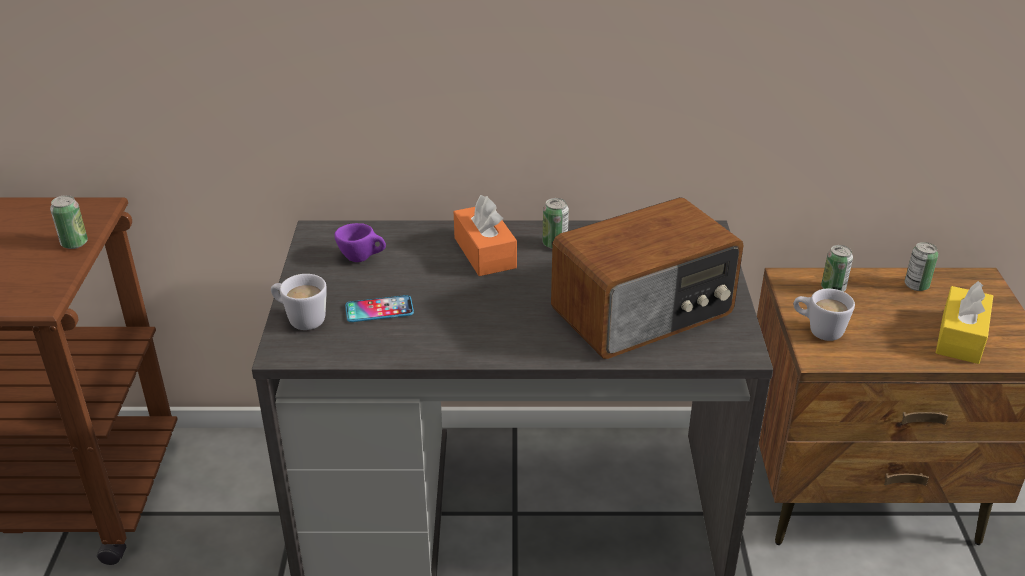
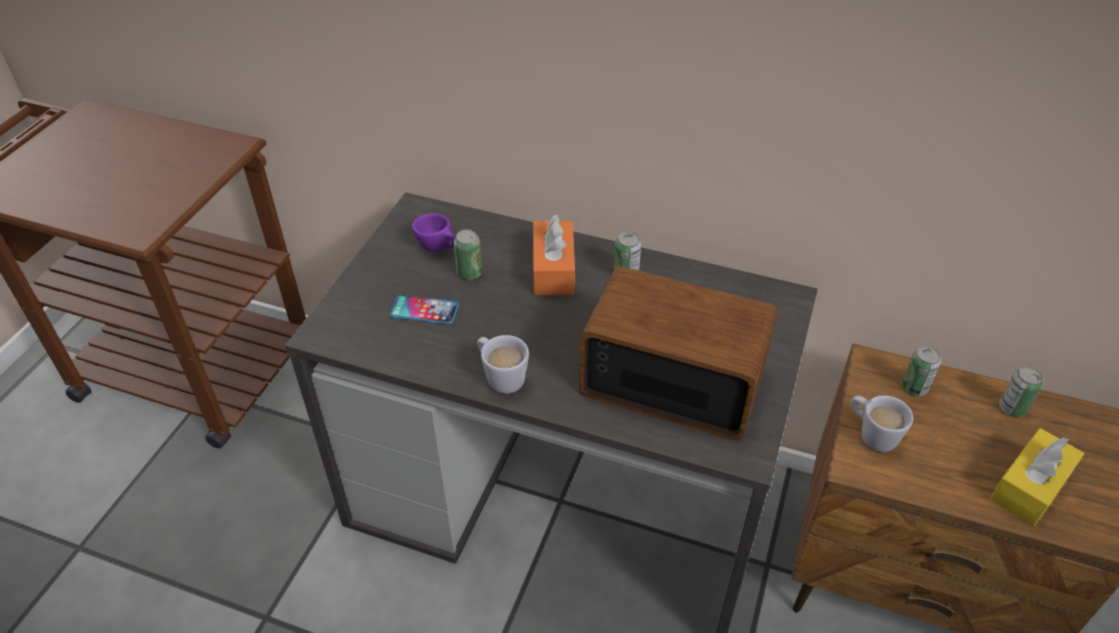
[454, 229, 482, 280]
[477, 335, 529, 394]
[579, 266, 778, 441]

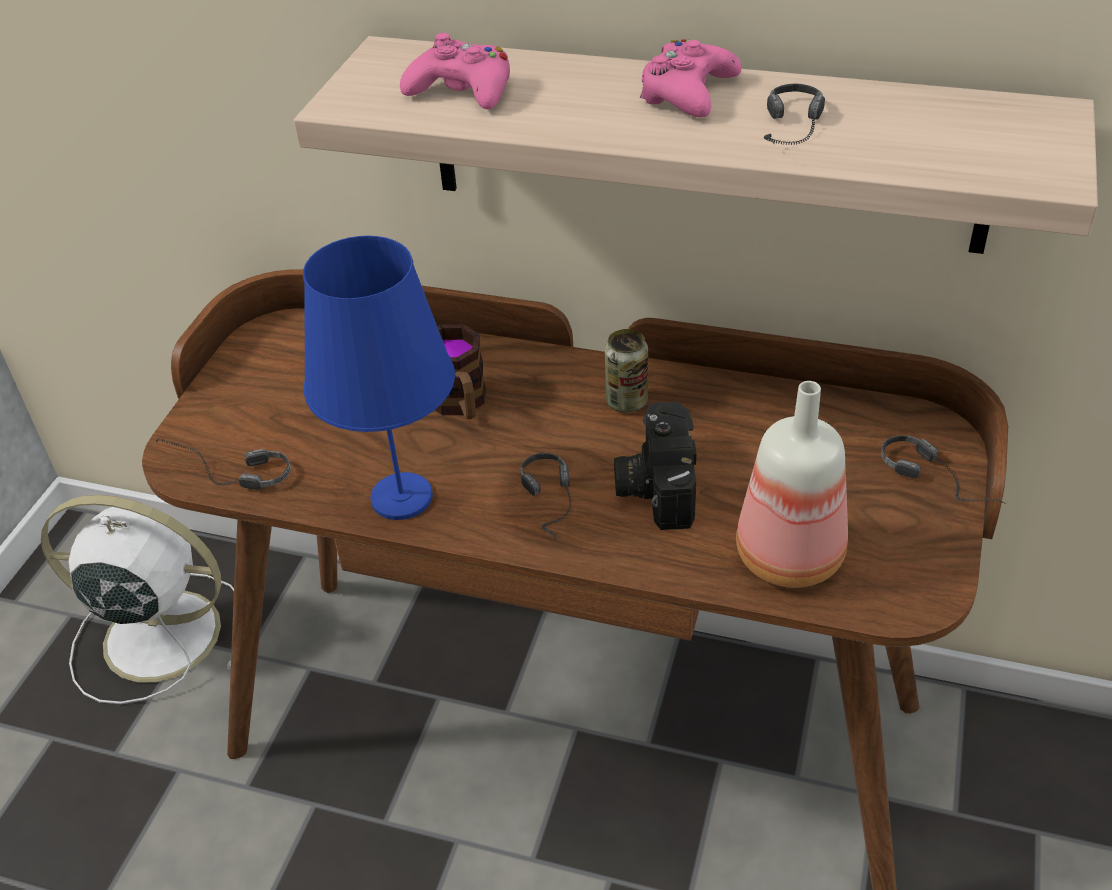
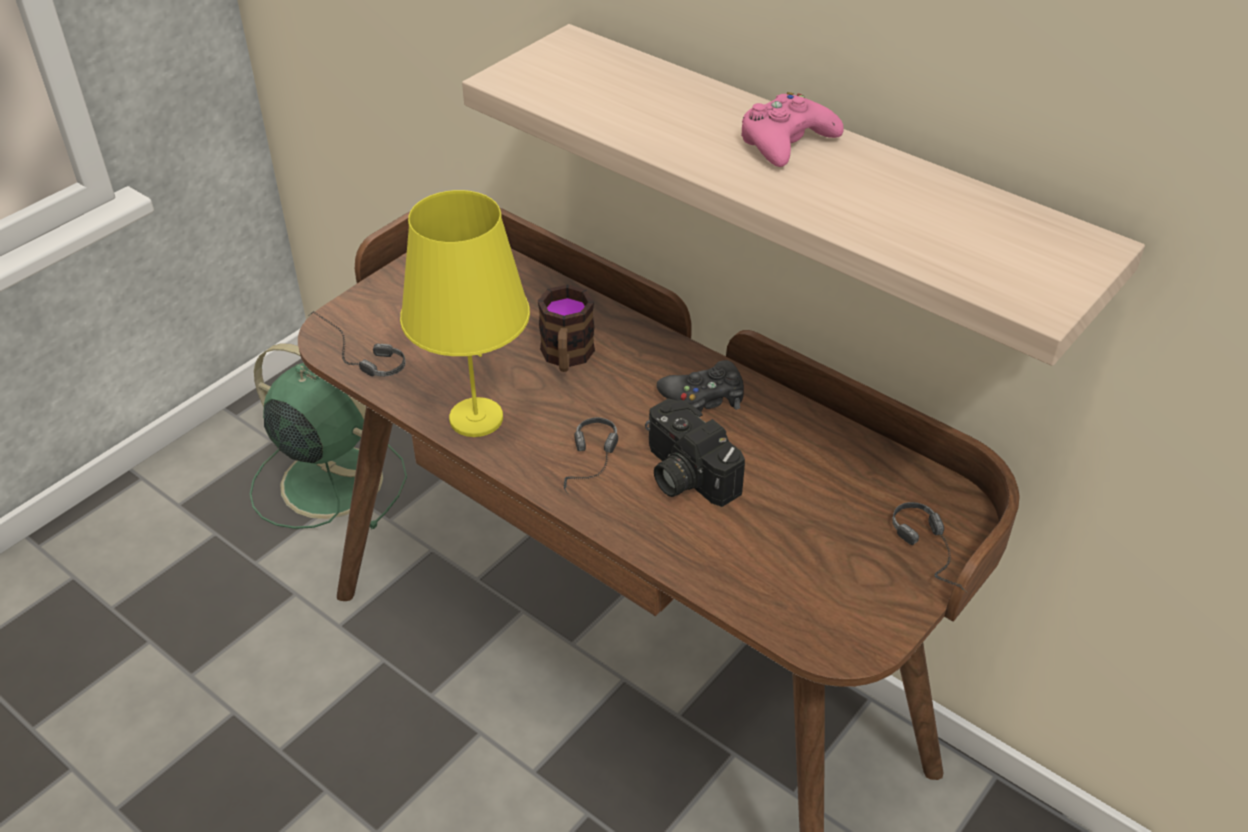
[250, 343, 407, 530]
[400, 190, 530, 437]
[645, 398, 745, 507]
[657, 360, 744, 412]
[400, 33, 510, 109] (first image)
[736, 381, 848, 588] (first image)
[764, 83, 825, 145] (first image)

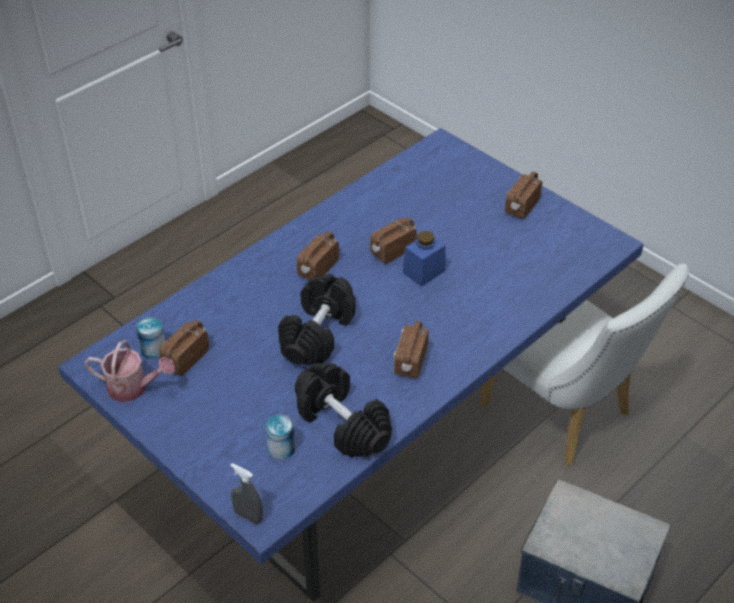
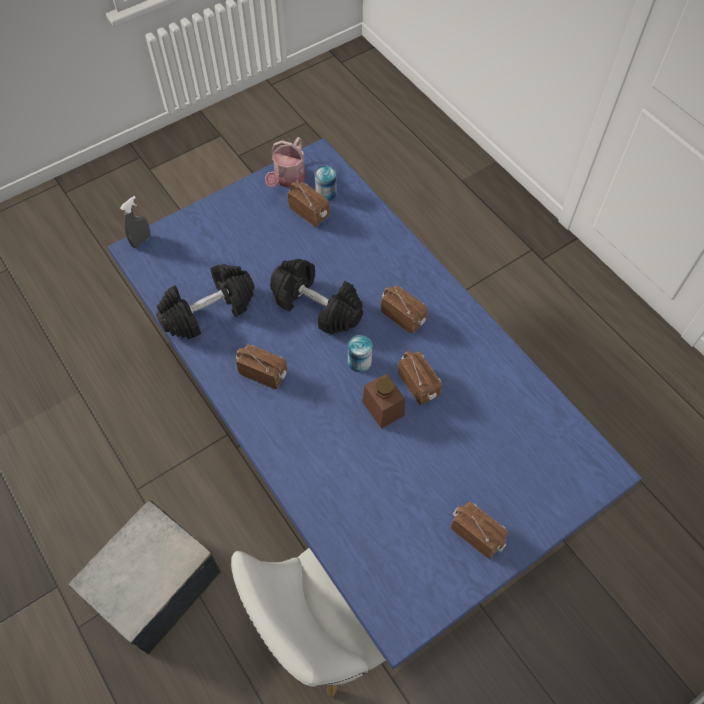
[348, 335, 372, 372]
[362, 373, 405, 429]

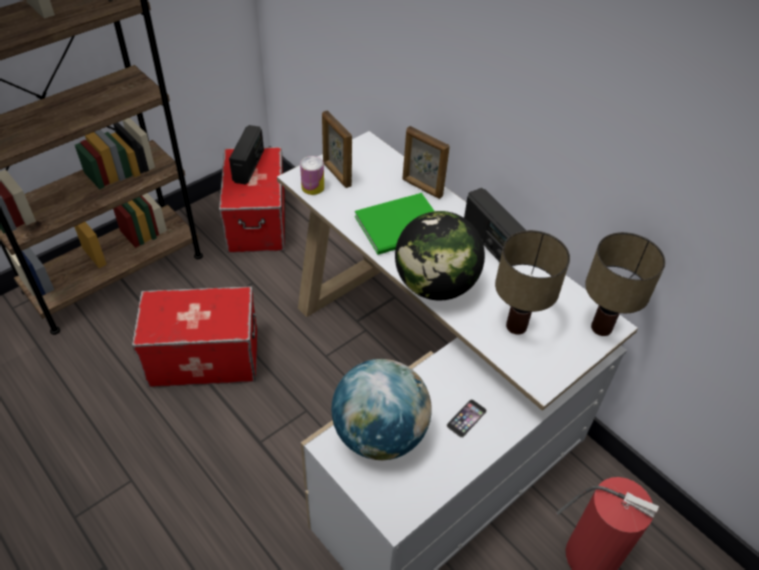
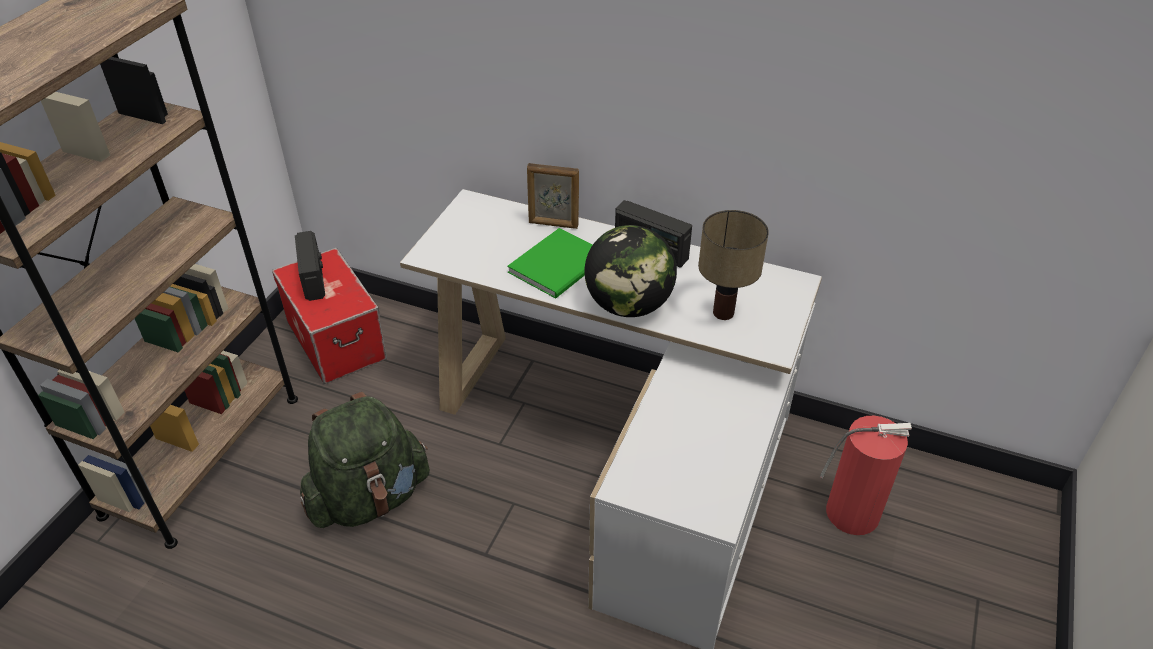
[300, 392, 430, 528]
[300, 156, 324, 195] (first image)
[322, 110, 352, 188] (first image)
[331, 359, 432, 460] (first image)
[446, 399, 487, 438] (first image)
[585, 232, 665, 336] (first image)

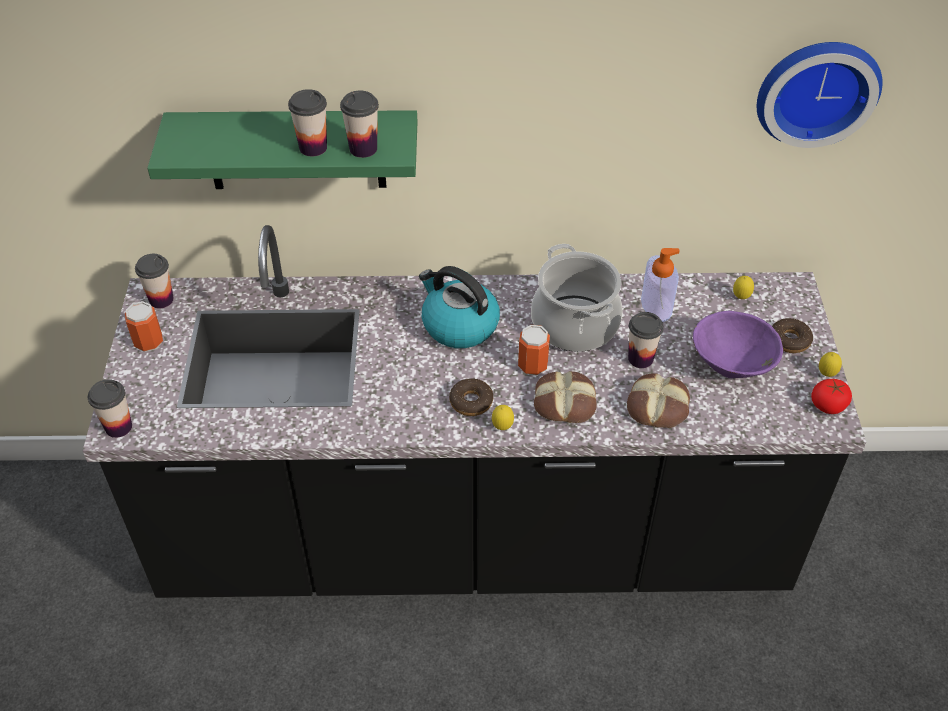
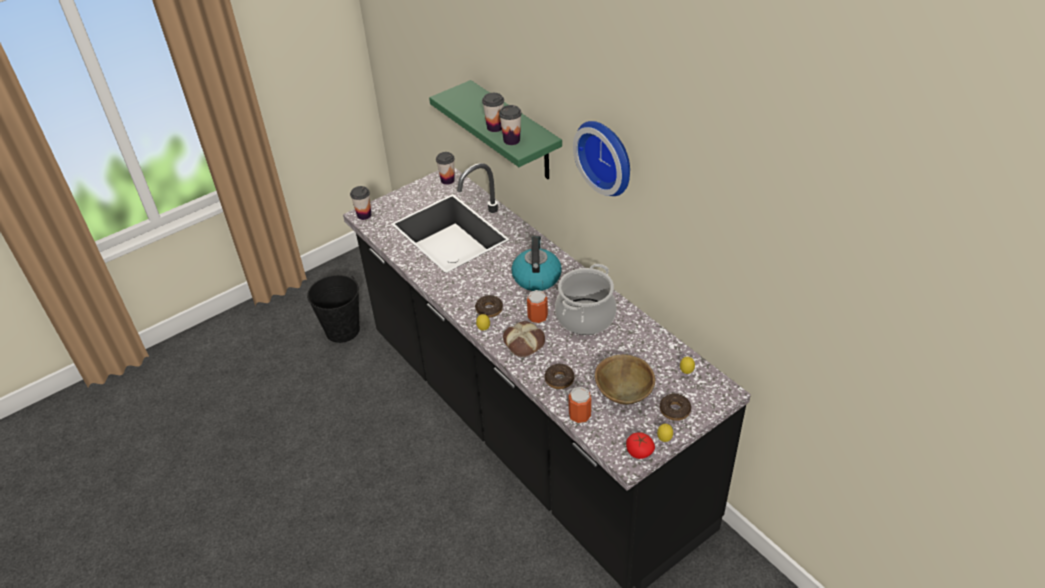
[307, 275, 360, 343]
[545, 364, 575, 389]
[569, 387, 591, 424]
[573, 121, 630, 196]
[595, 354, 655, 405]
[628, 312, 664, 368] (first image)
[641, 248, 679, 322] (first image)

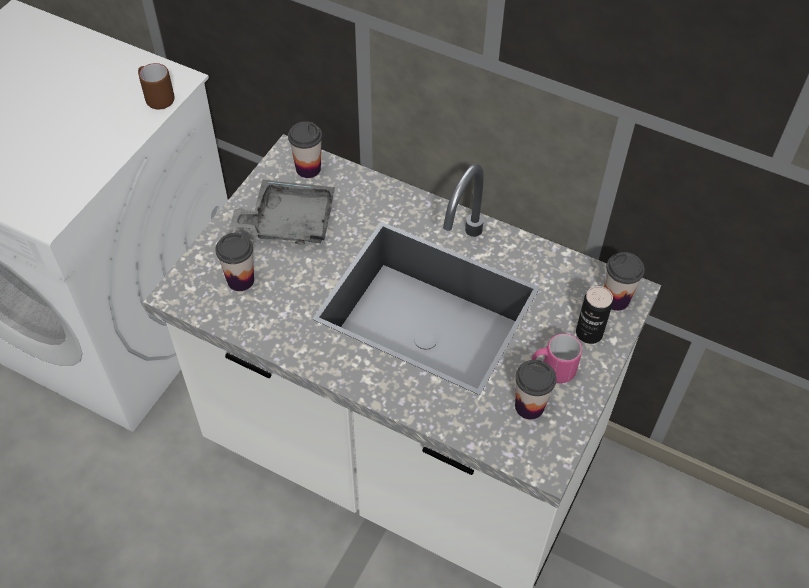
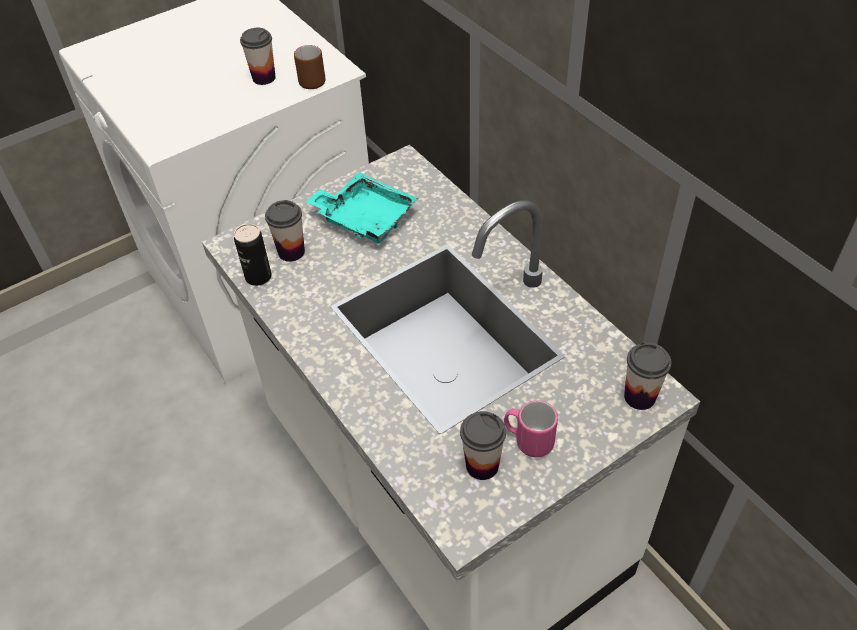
[234, 224, 272, 286]
[240, 28, 276, 85]
[306, 172, 419, 243]

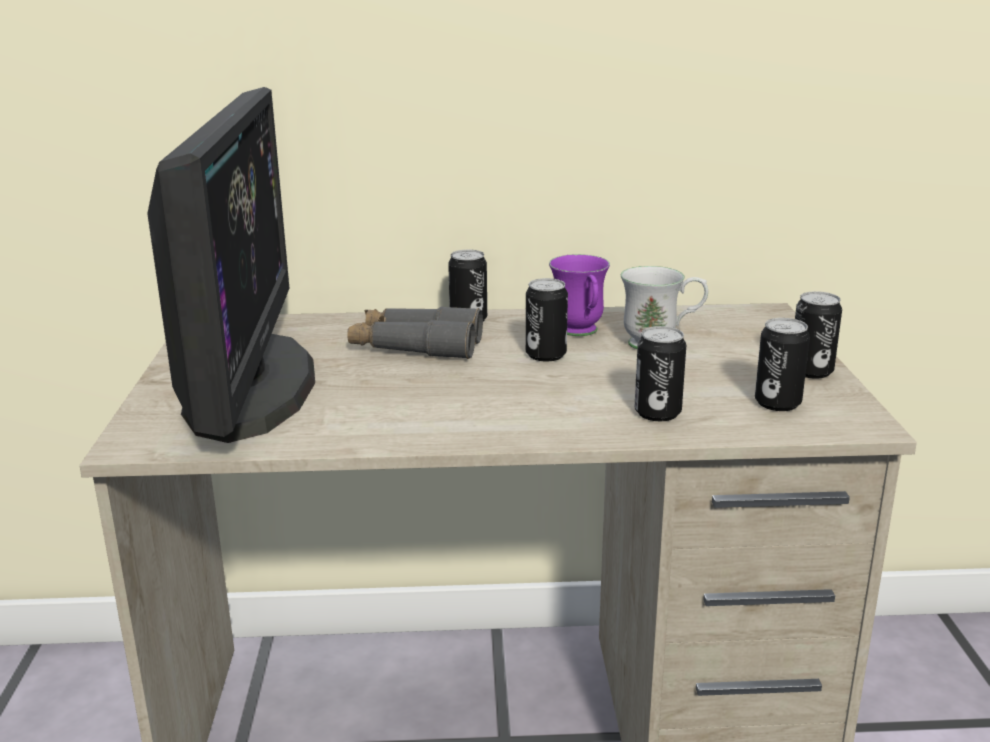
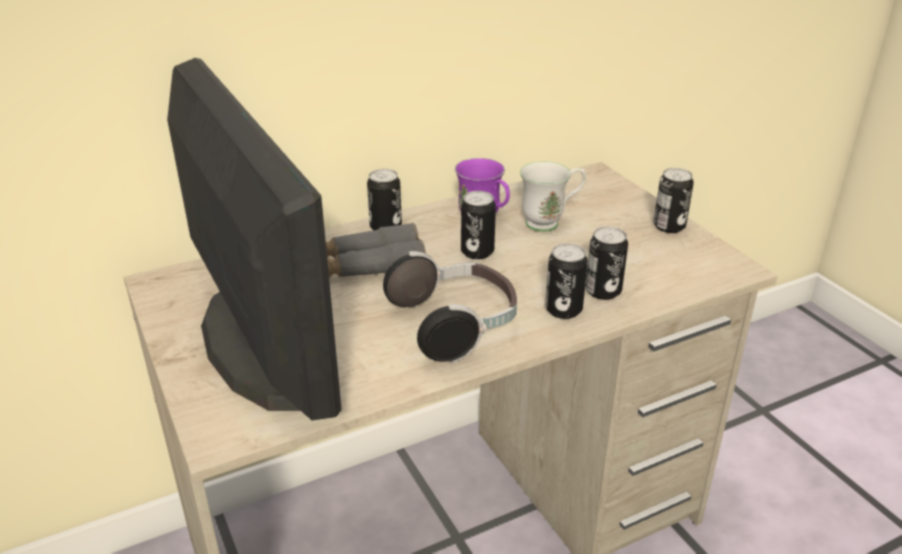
[383, 251, 517, 363]
[545, 243, 588, 319]

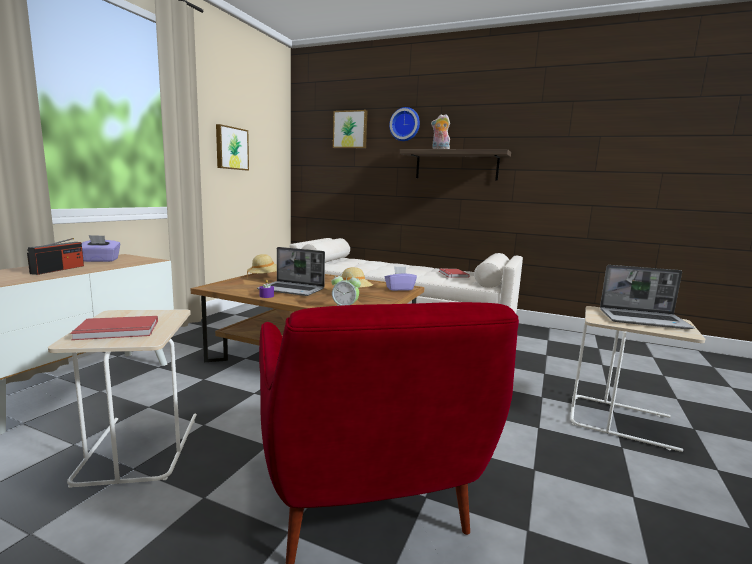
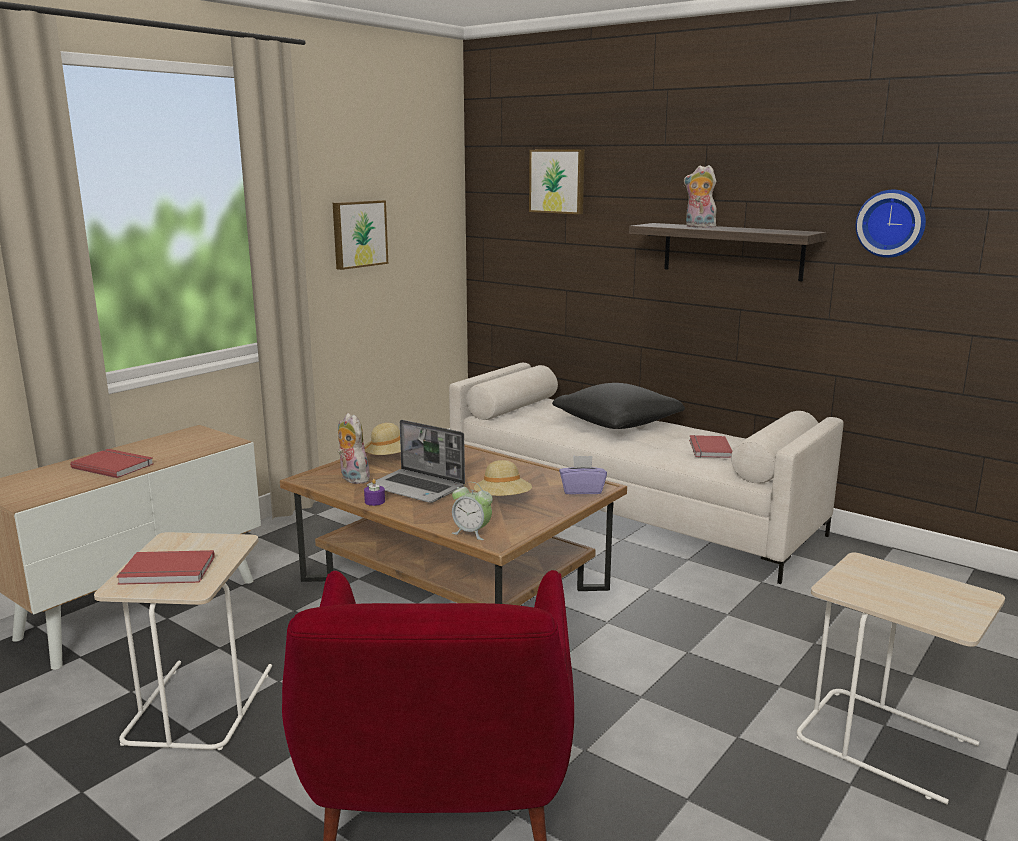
[70, 449, 154, 478]
[337, 413, 372, 484]
[552, 383, 685, 429]
[856, 190, 926, 258]
[82, 235, 120, 262] (first image)
[600, 265, 695, 329] (first image)

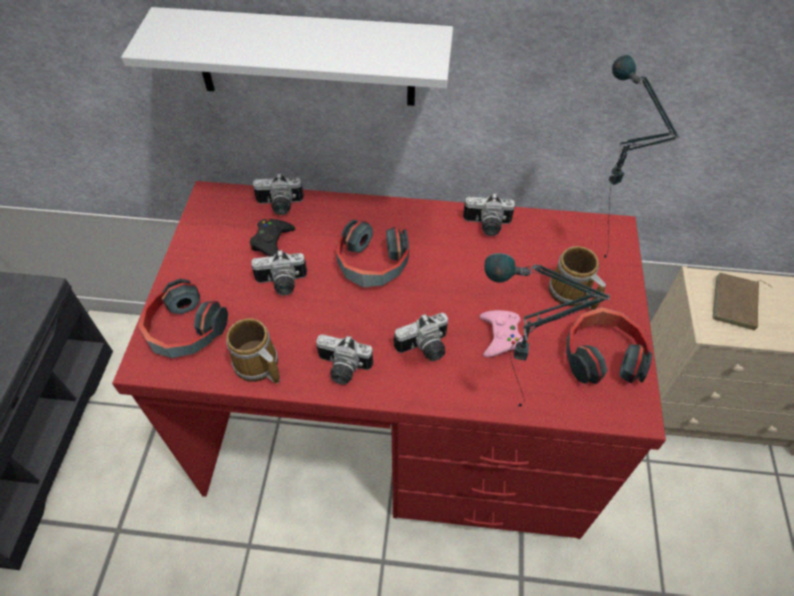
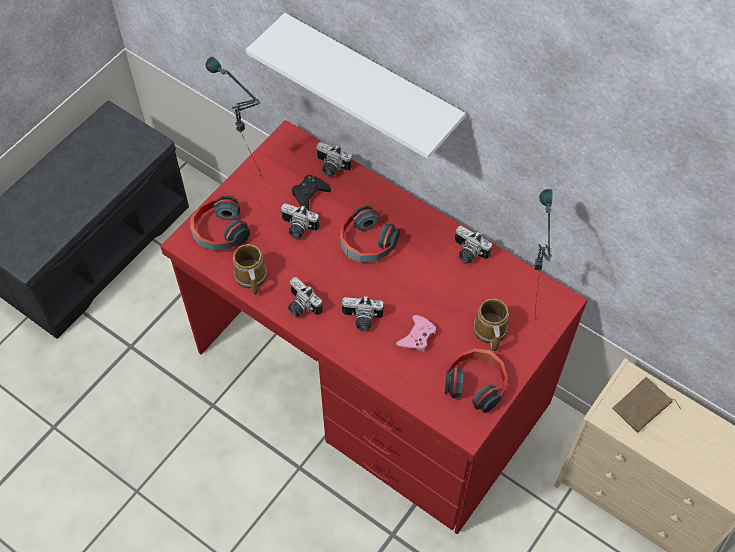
[206, 57, 262, 177]

